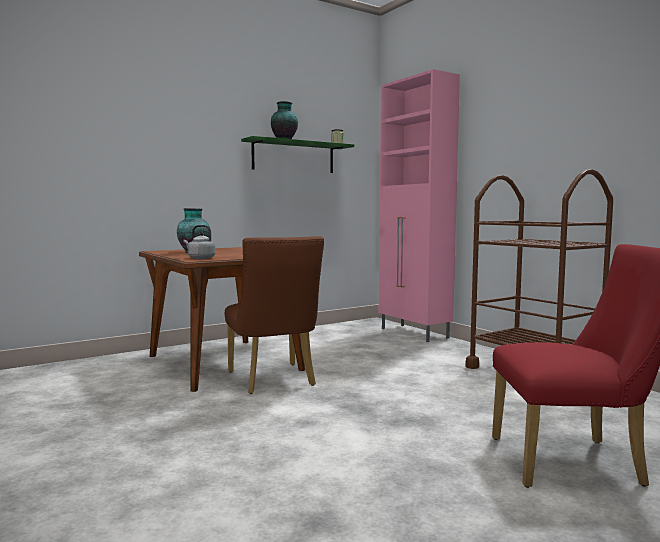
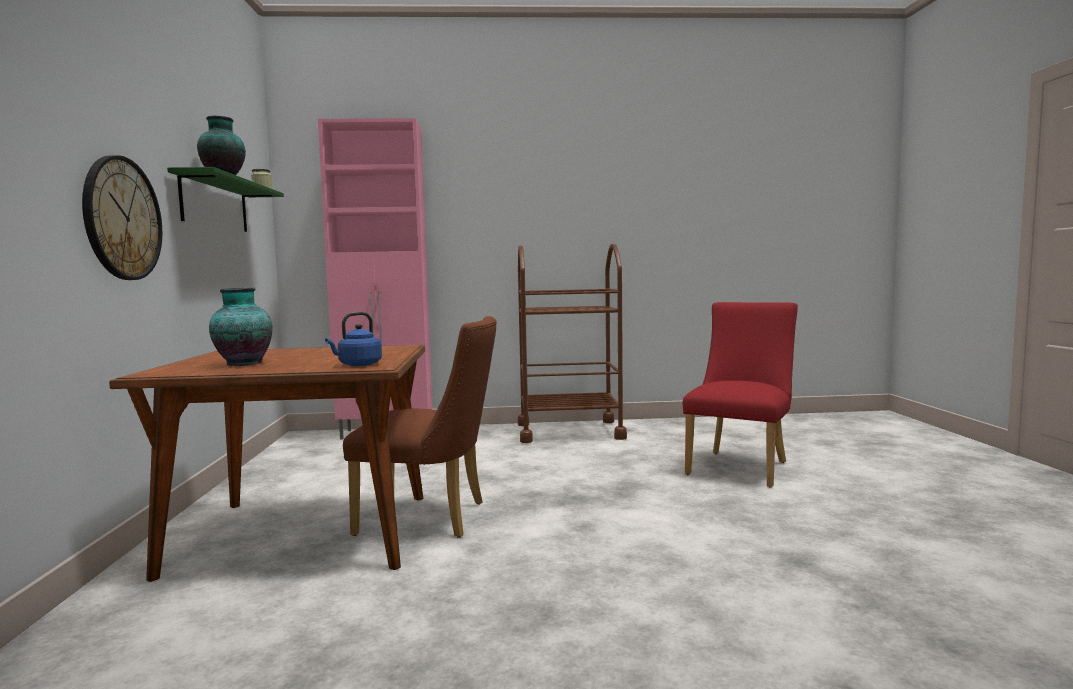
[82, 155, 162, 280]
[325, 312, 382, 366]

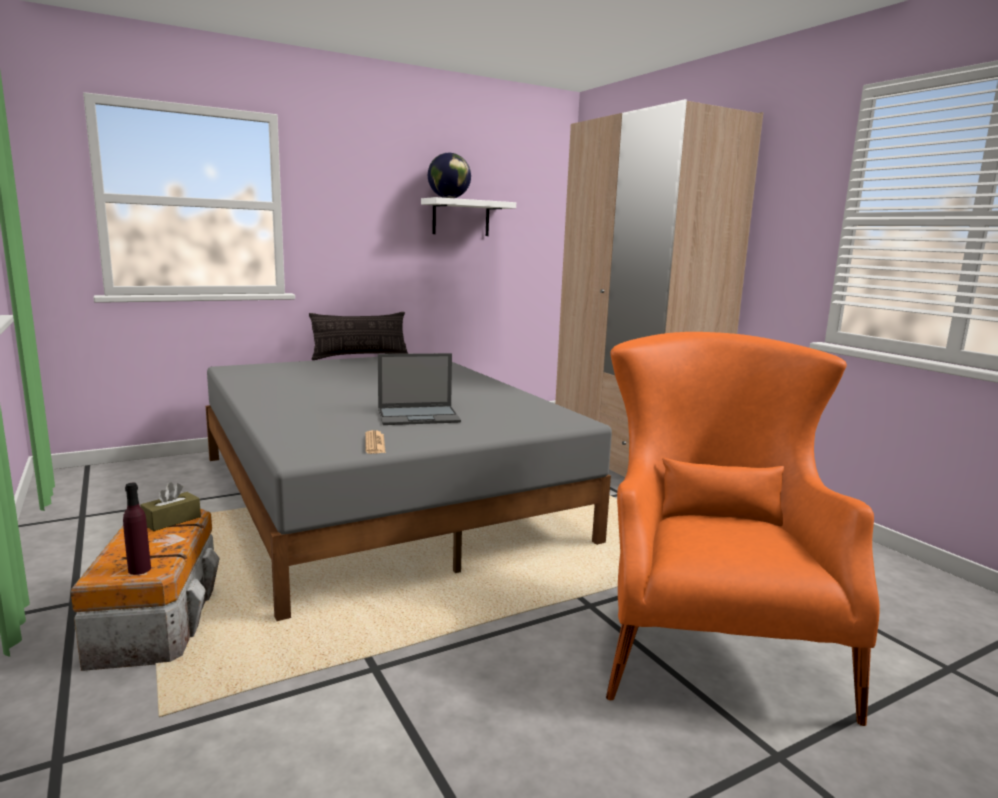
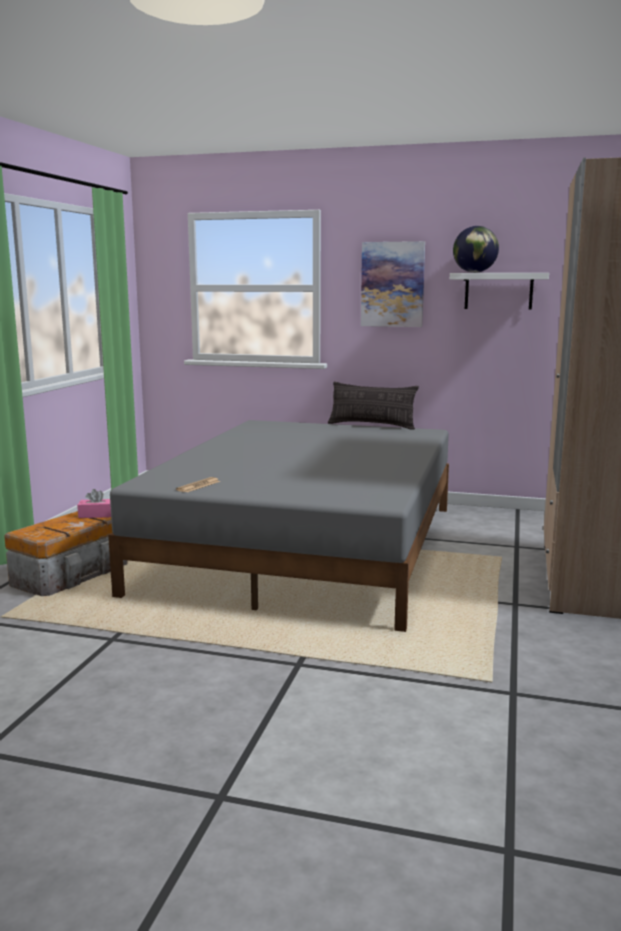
[77, 489, 111, 518]
[361, 241, 425, 327]
[123, 483, 151, 575] (first image)
[378, 353, 461, 425] (first image)
[606, 332, 880, 726] (first image)

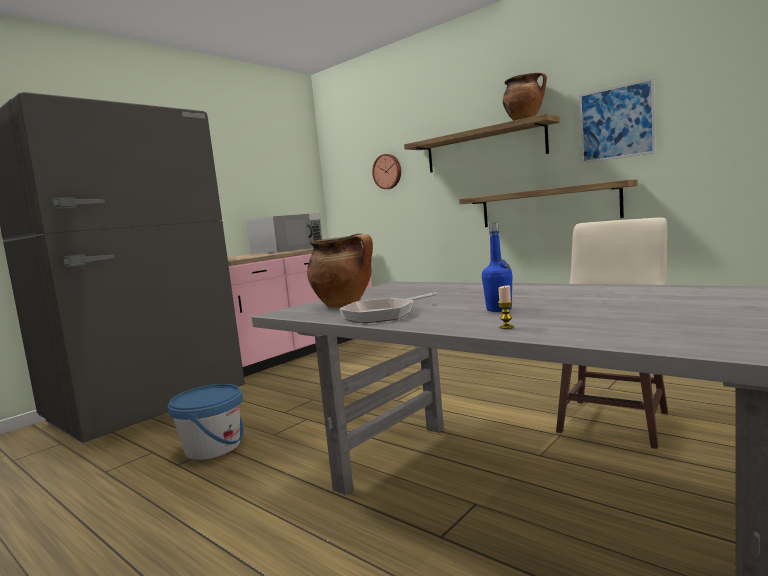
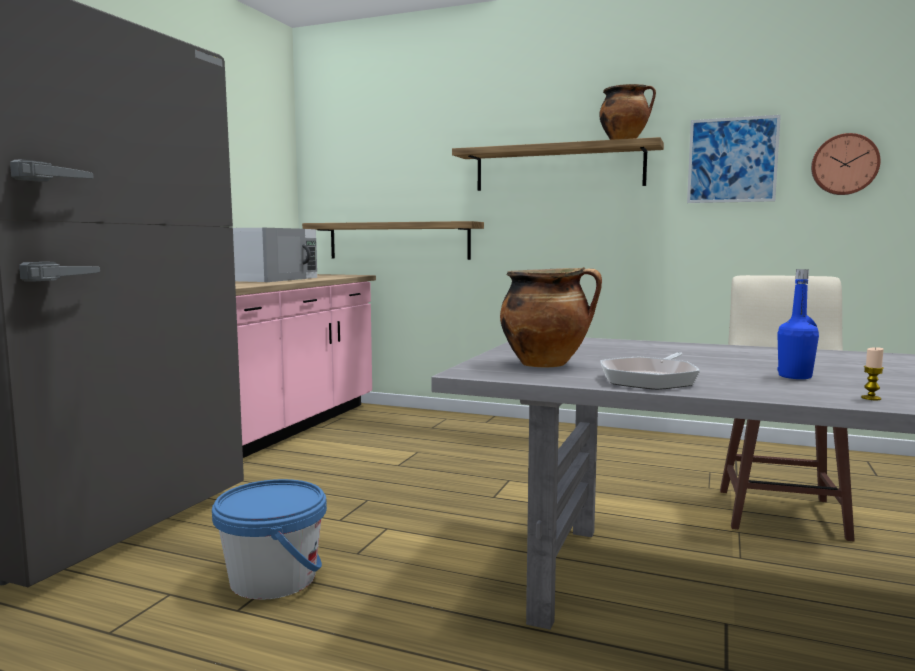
[302, 221, 484, 260]
[811, 133, 881, 195]

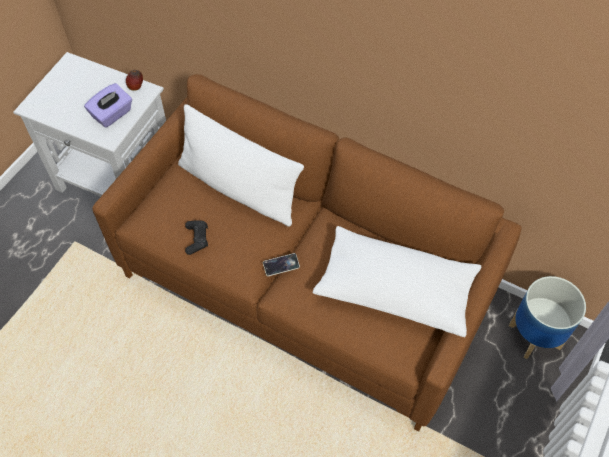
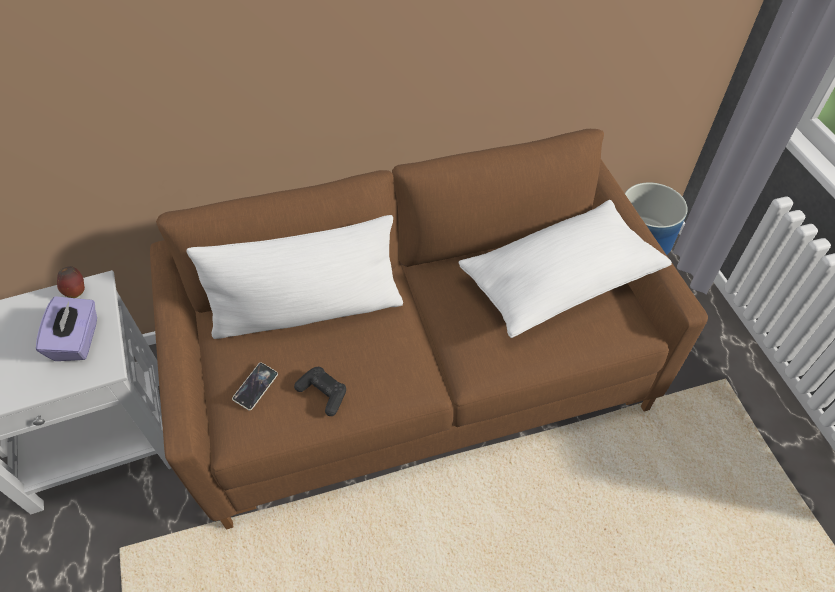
[232, 362, 278, 411]

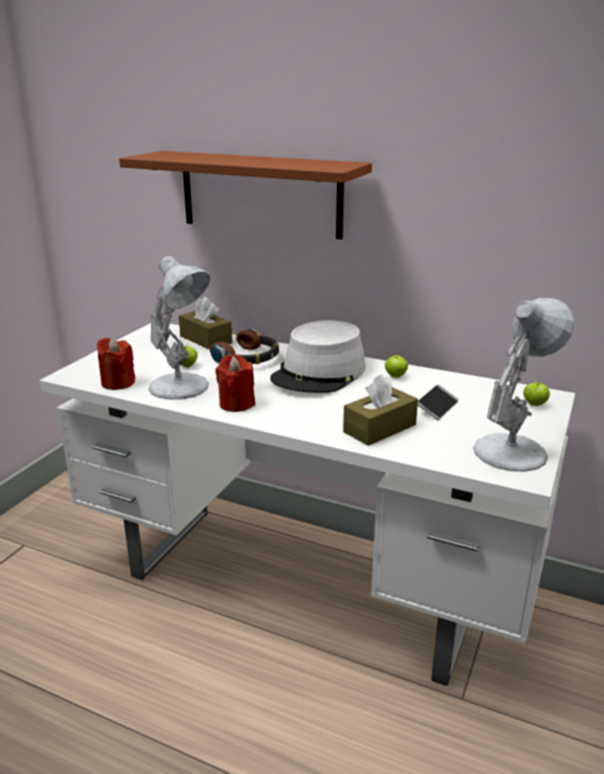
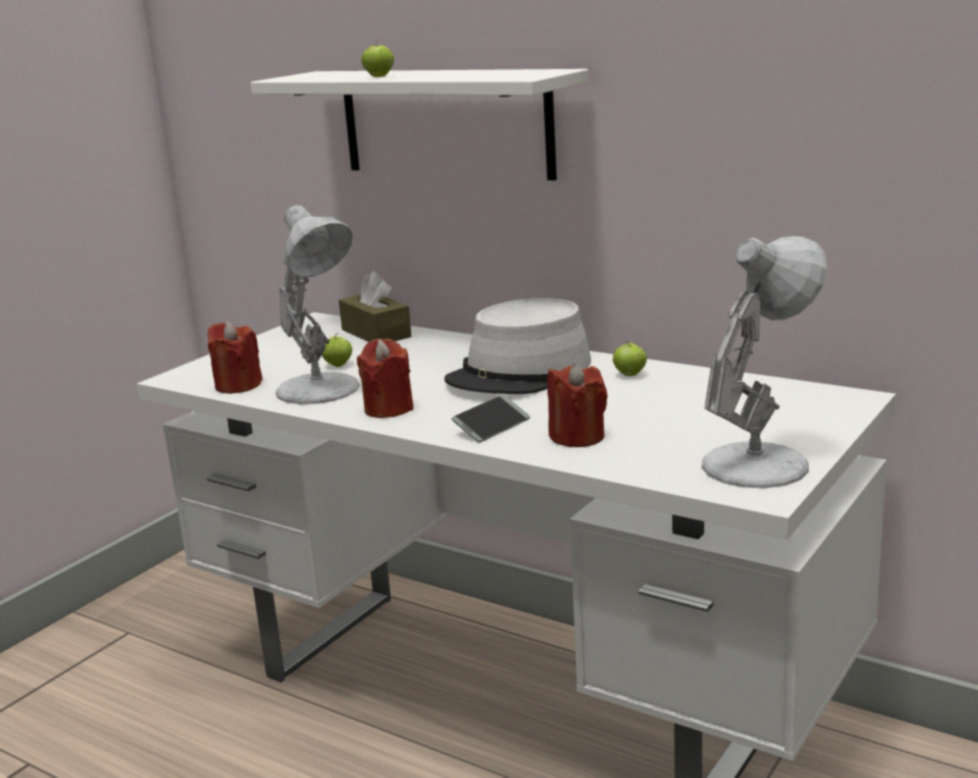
[251, 69, 588, 181]
[361, 39, 394, 77]
[452, 395, 530, 442]
[547, 363, 608, 447]
[210, 329, 279, 364] (first image)

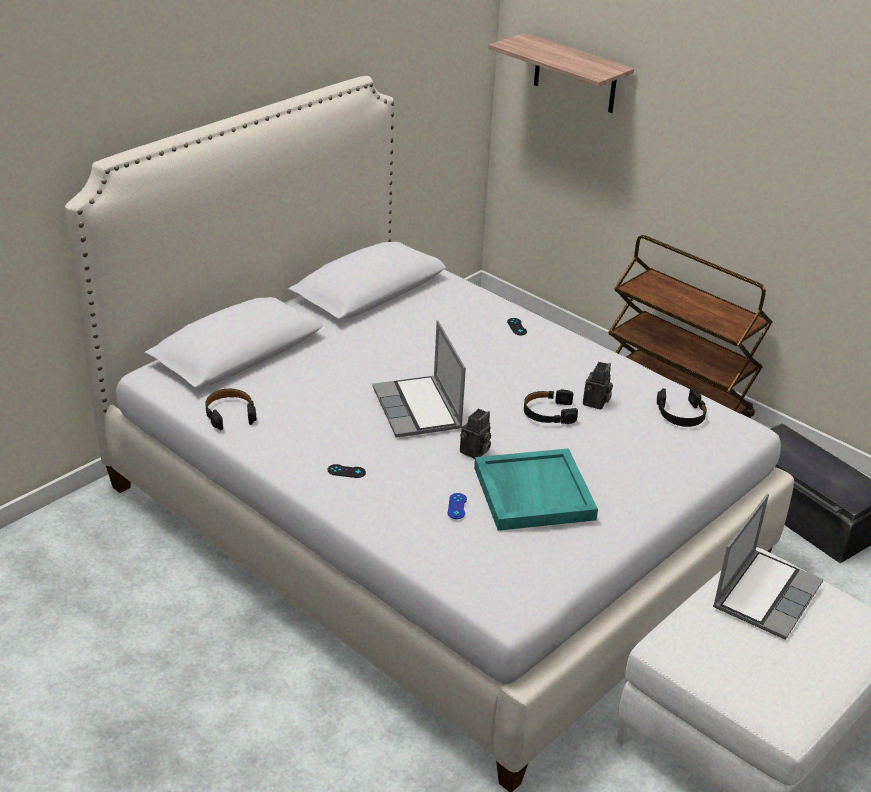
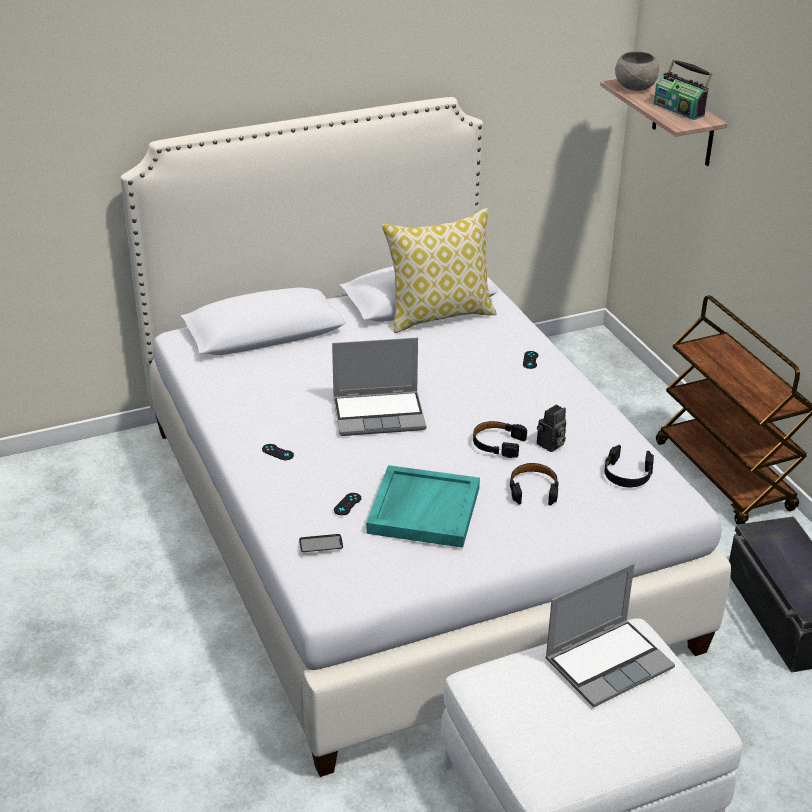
[299, 534, 343, 552]
[332, 337, 426, 436]
[334, 493, 361, 515]
[382, 208, 497, 333]
[510, 463, 558, 506]
[615, 51, 659, 91]
[654, 59, 712, 120]
[460, 409, 491, 459] (first image)

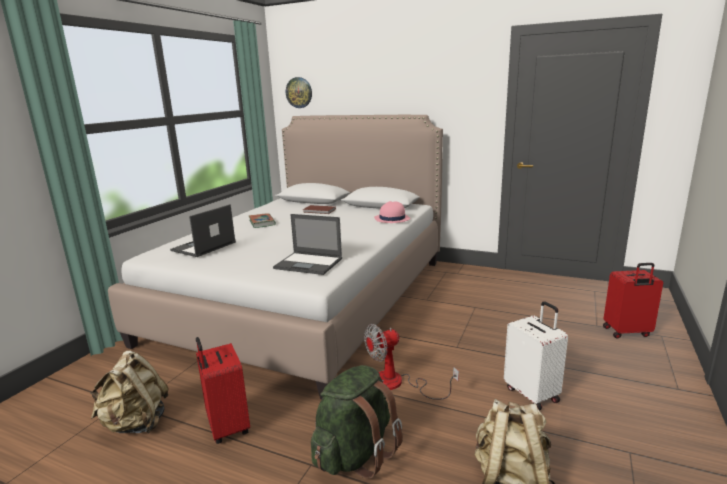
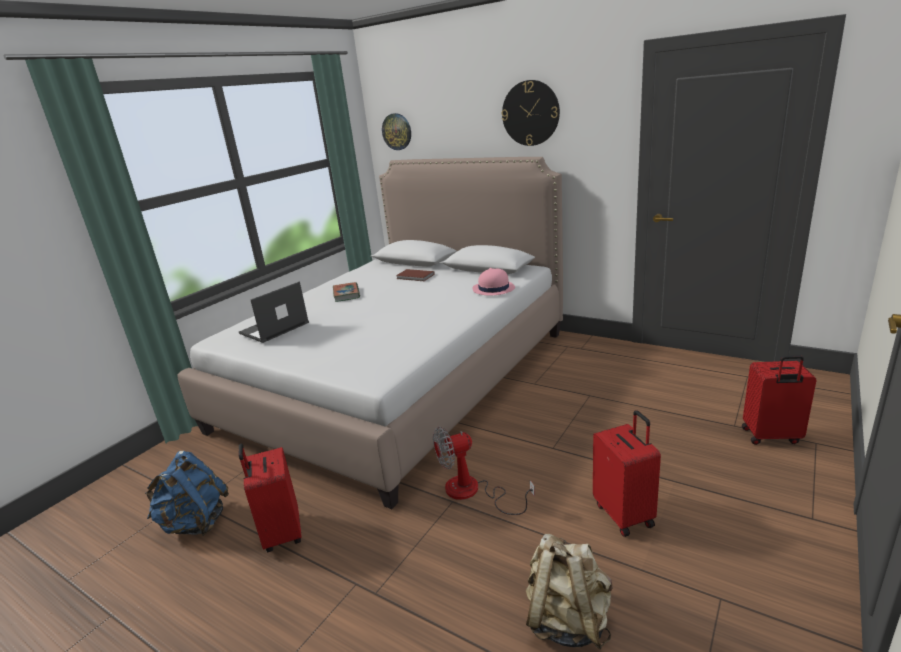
[145, 451, 229, 536]
[502, 80, 560, 146]
[593, 410, 661, 537]
[273, 214, 342, 275] (first image)
[311, 365, 403, 479] (first image)

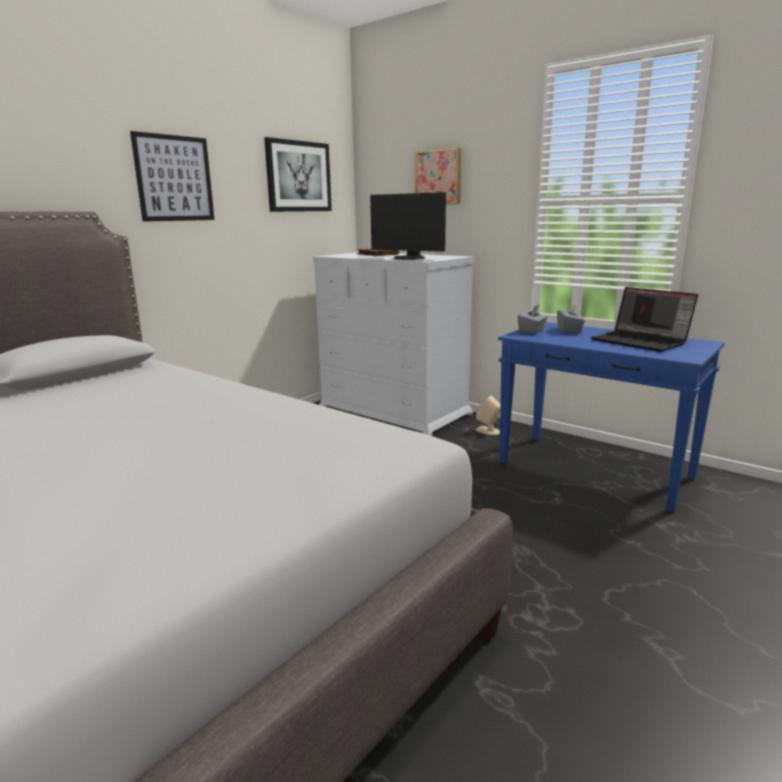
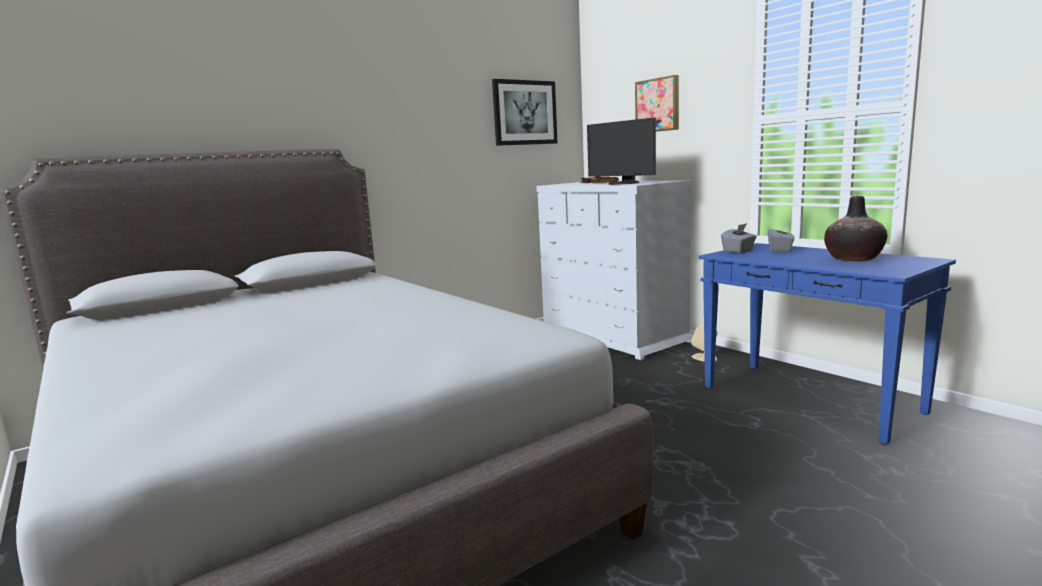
[824, 196, 887, 261]
[130, 131, 214, 222] (first image)

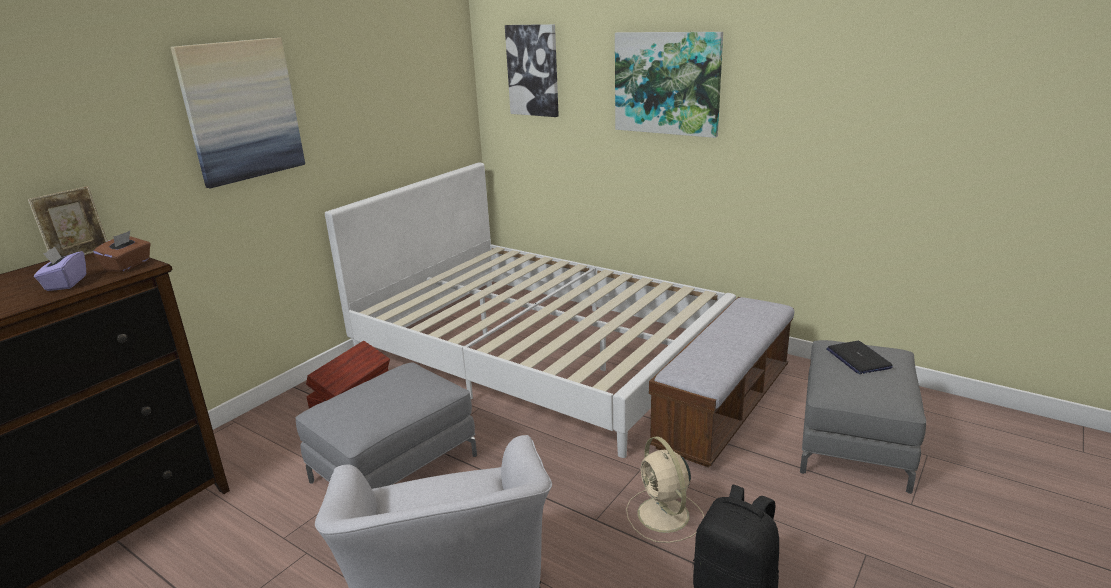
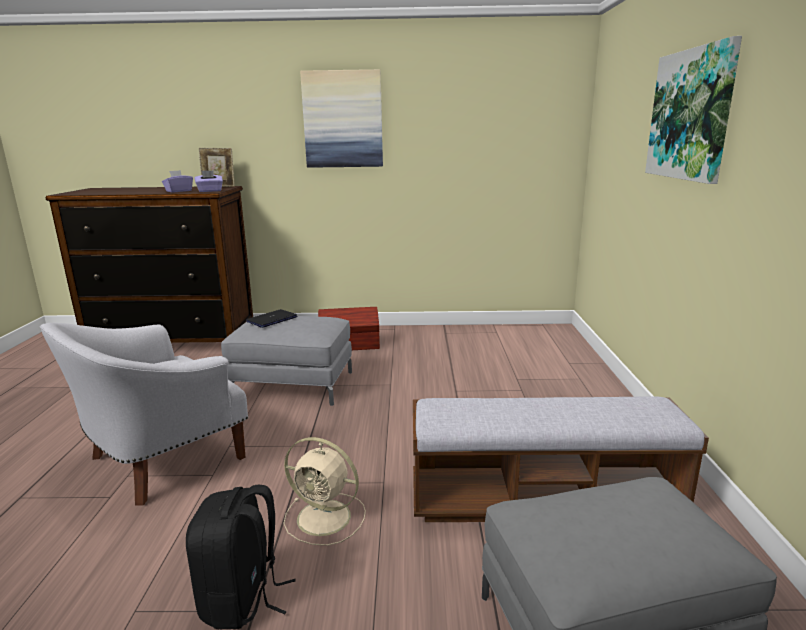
[195, 170, 223, 192]
[246, 309, 298, 328]
[283, 437, 366, 546]
[325, 162, 736, 458] (first image)
[505, 24, 559, 117] (first image)

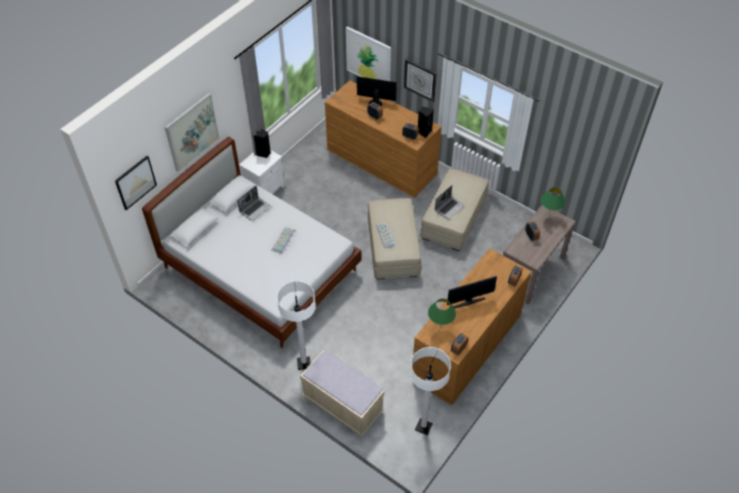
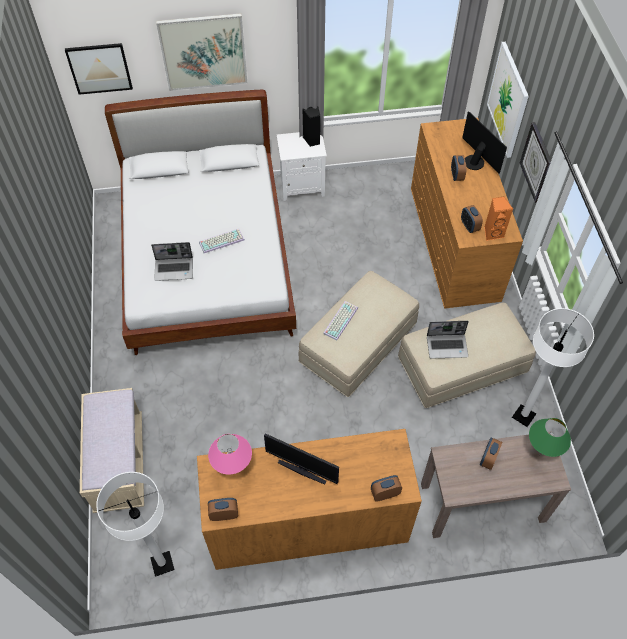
[151, 242, 193, 281]
[208, 434, 252, 475]
[484, 196, 513, 241]
[512, 308, 594, 427]

